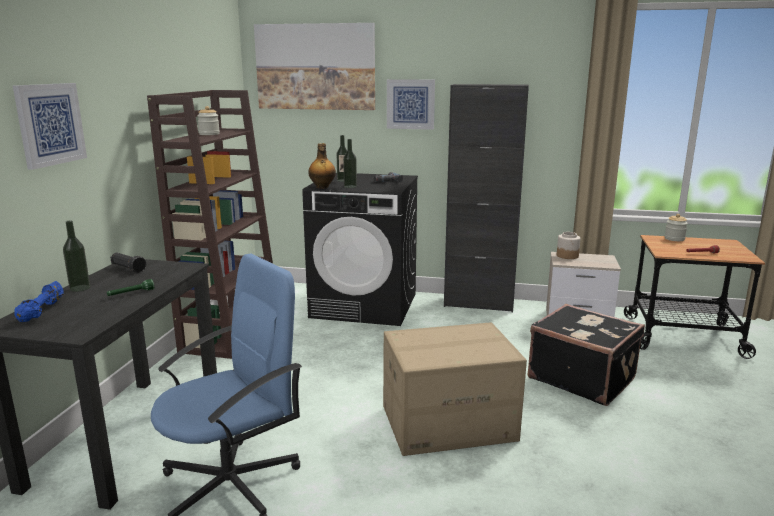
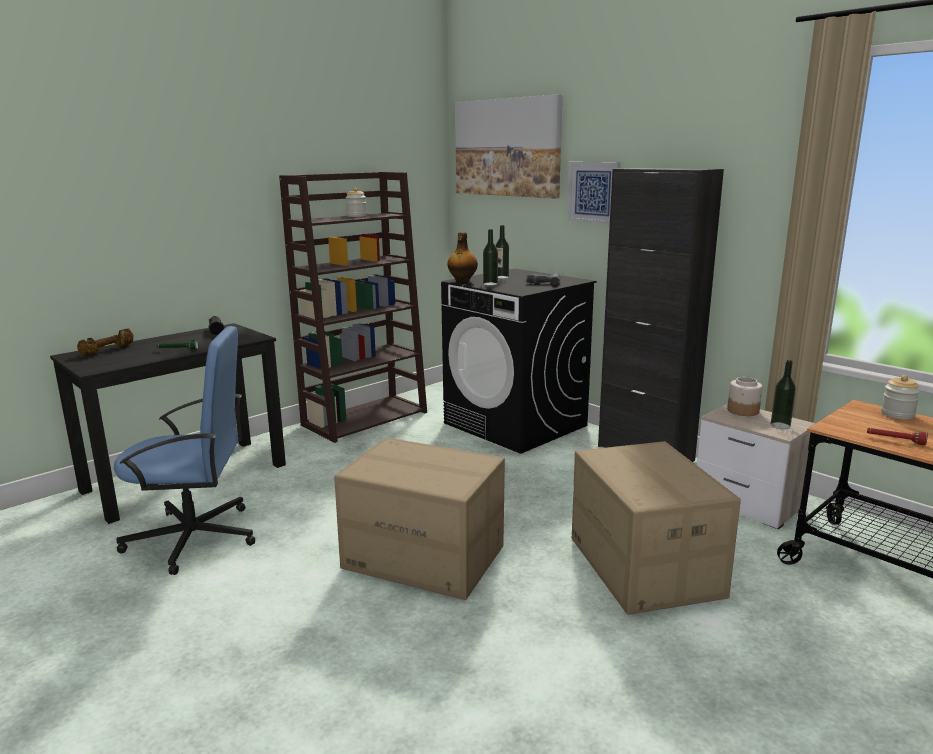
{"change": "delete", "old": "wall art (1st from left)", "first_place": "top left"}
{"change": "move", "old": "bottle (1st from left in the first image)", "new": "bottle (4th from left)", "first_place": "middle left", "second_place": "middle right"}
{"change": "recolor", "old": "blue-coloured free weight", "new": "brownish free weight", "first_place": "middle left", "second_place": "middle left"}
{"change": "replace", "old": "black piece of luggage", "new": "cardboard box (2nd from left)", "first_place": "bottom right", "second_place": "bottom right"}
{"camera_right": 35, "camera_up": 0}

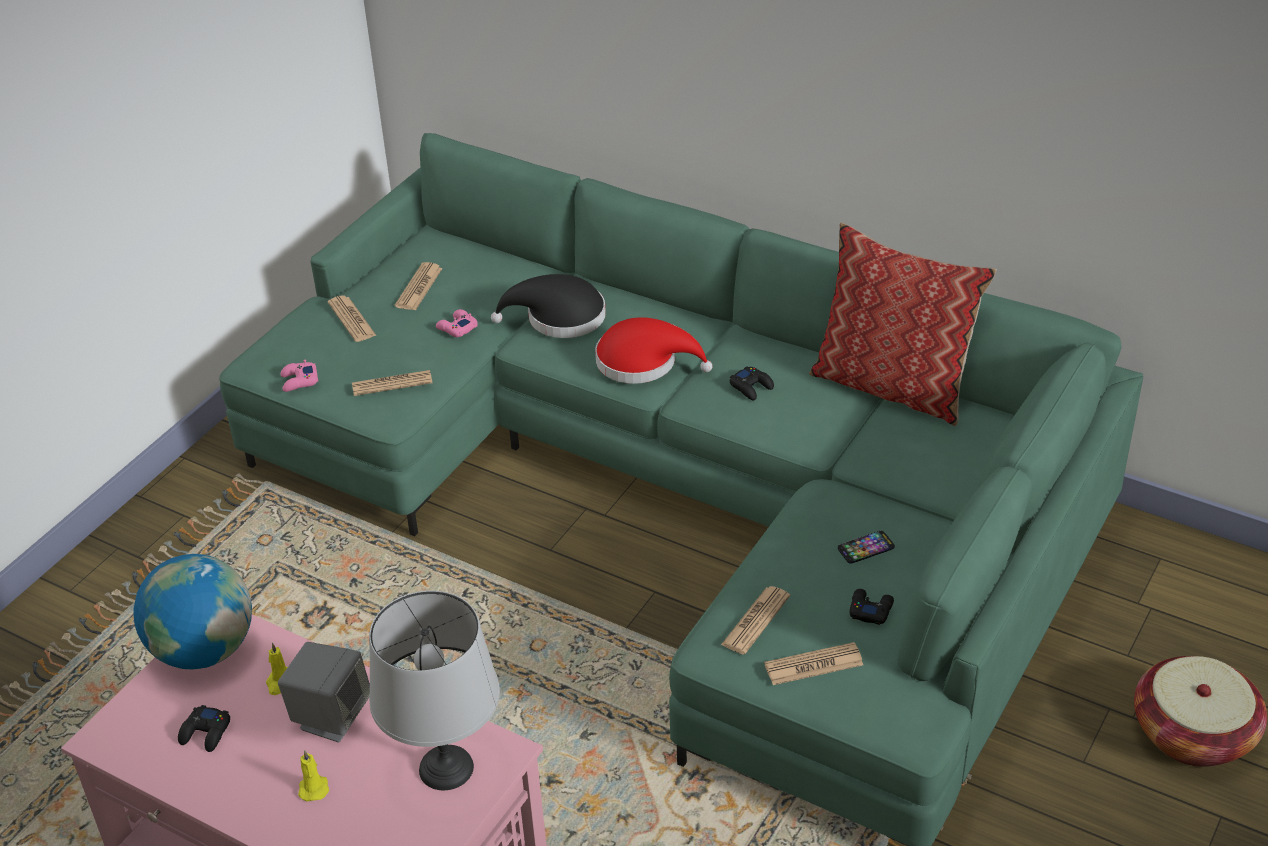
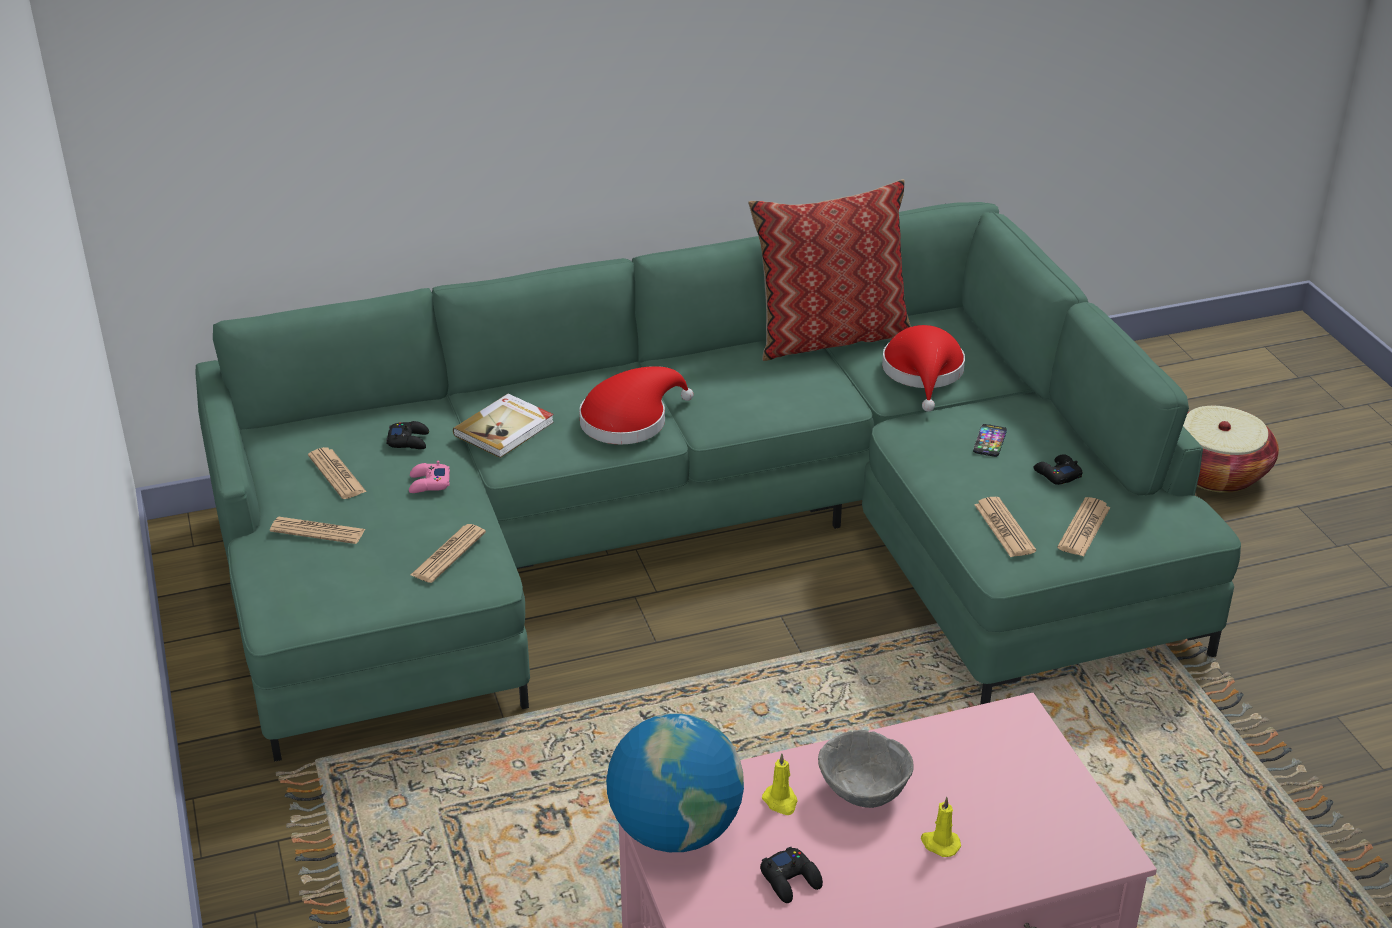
{"change": "replace", "old": "black wearable hat", "new": "book", "first_place": "centre", "second_place": "centre"}
{"change": "delete", "old": "pink game controller (1st from left)", "first_place": "middle left"}
{"change": "move", "old": "black game controller (2nd from left in the first image)", "new": "black game controller (1st from left)", "first_place": "centre", "second_place": "middle left"}
{"change": "delete", "old": "greyish tabletop lamp", "first_place": "bottom centre"}
{"change": "replace", "old": "greyish loudspeaker", "new": "greyish deep dish", "first_place": "bottom left", "second_place": "bottom centre"}
{"change": "insert", "new": "red wearable hat (2nd from left)", "second_place": "centre"}
{"camera_right": -50, "camera_up": -5}

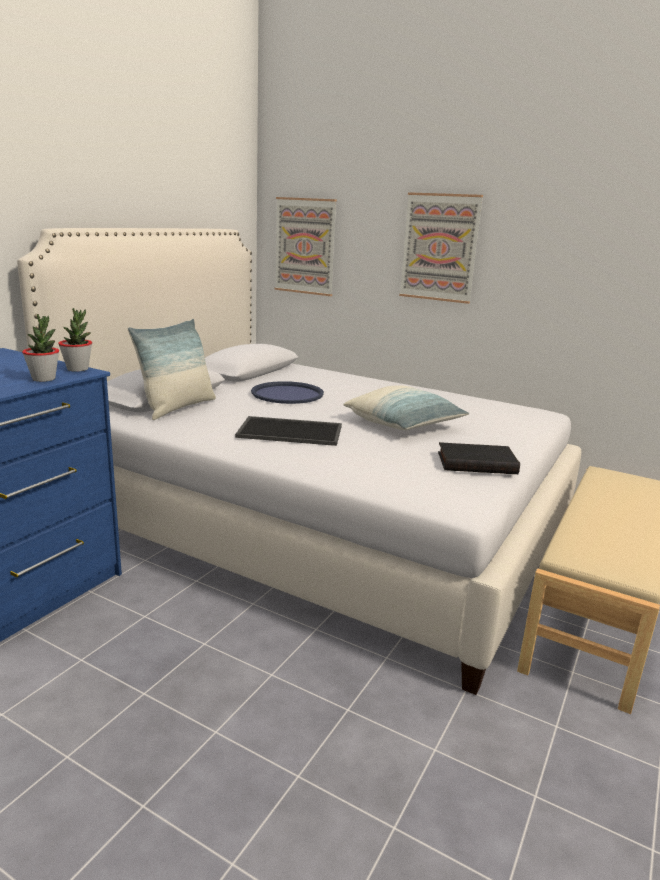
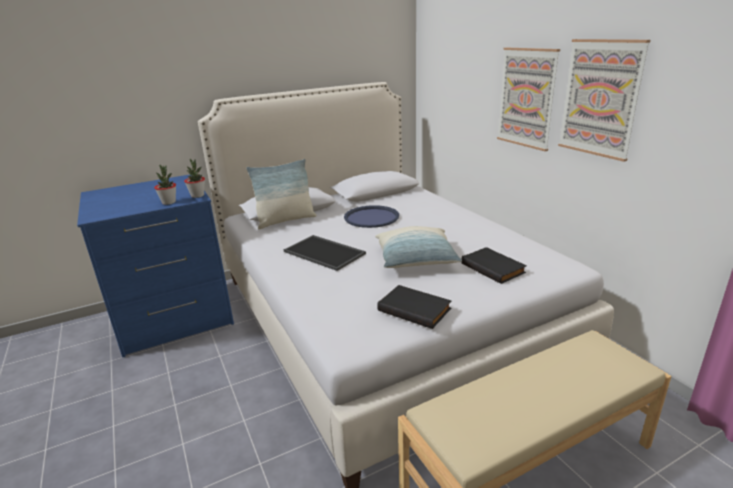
{"change": "move", "old": "wall art (1st from left in the first image)", "new": "wall art (2nd from left)", "first_place": "top centre", "second_place": "top right"}
{"change": "insert", "new": "black book (2nd from left)", "second_place": "middle right"}
{"camera_right": 35, "camera_up": 5}

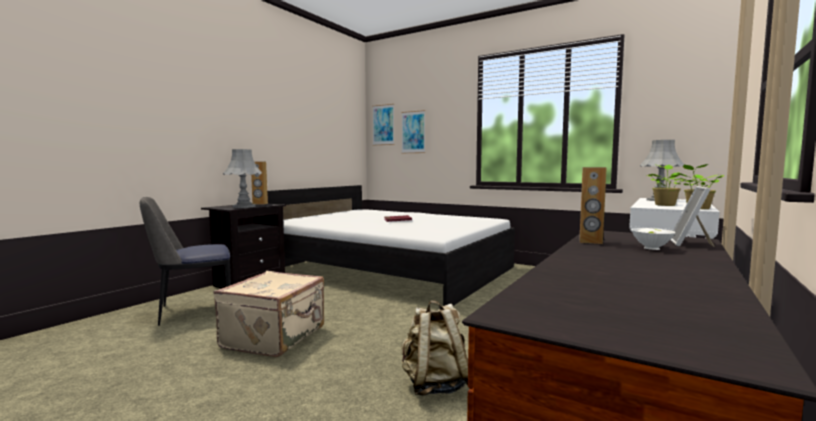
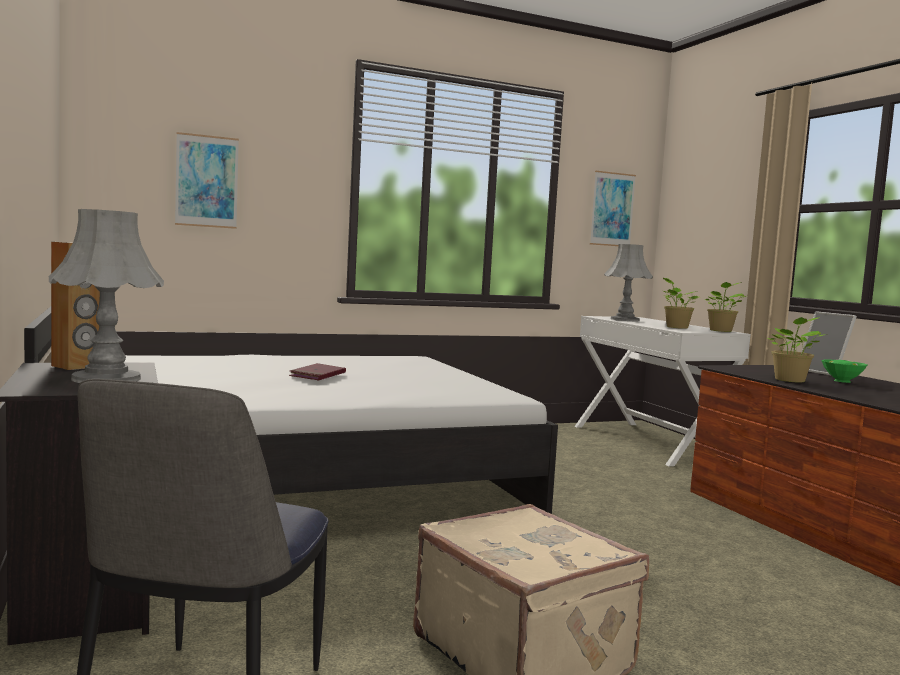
{"change": "move", "old": "wall art (1st from left in the first image)", "new": "wall art (2nd from left)", "first_place": "top centre", "second_place": "top right"}
{"change": "replace", "old": "brownish loudspeaker (2nd from left)", "new": "houseplant (3rd from left)", "first_place": "middle right", "second_place": "middle right"}
{"change": "recolor", "old": "whitish deep dish", "new": "greenish deep dish", "first_place": "middle right", "second_place": "middle right"}
{"change": "delete", "old": "sand-coloured knapsack", "first_place": "bottom centre"}
{"camera_right": -55, "camera_up": 0}

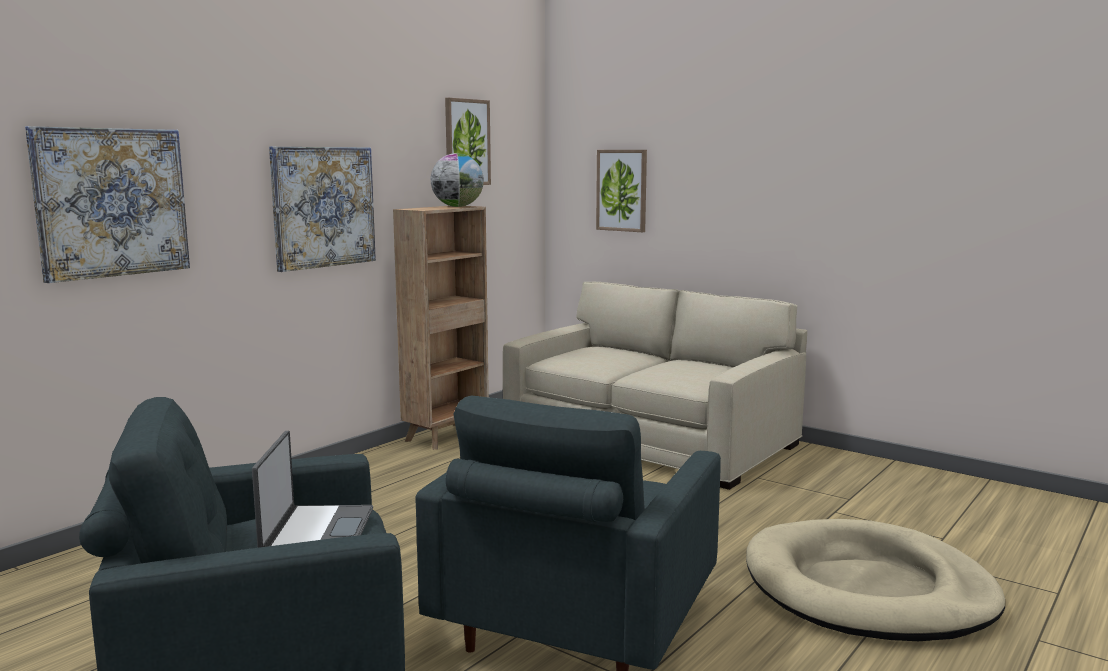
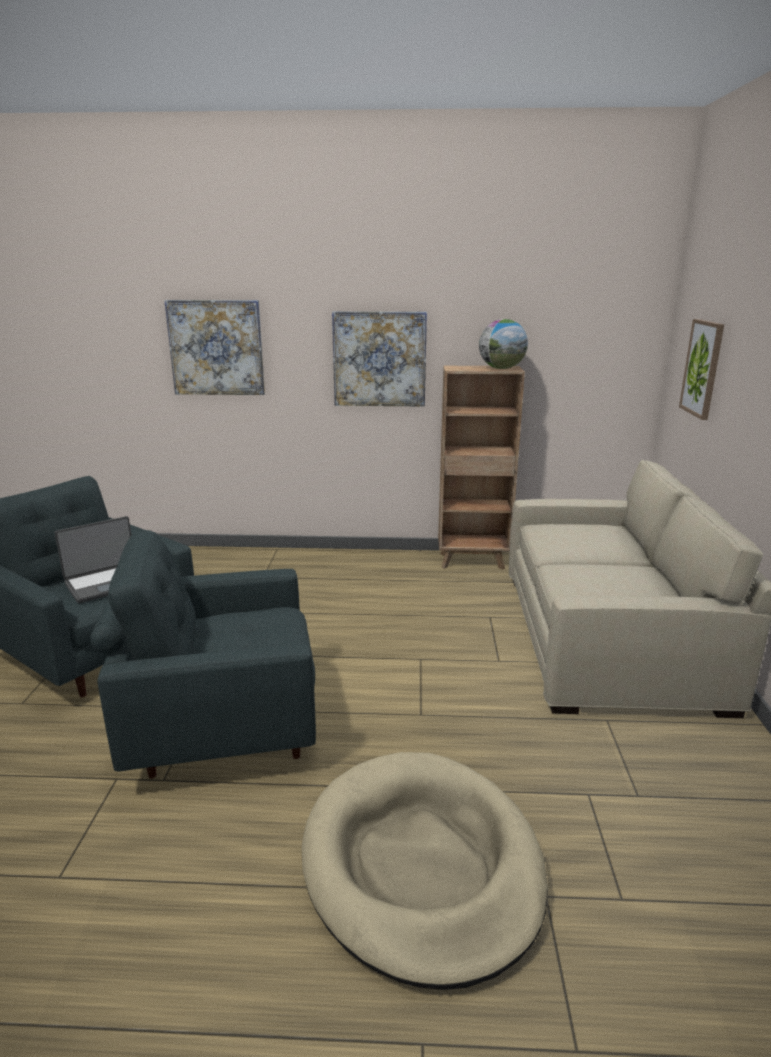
{"change": "delete", "old": "wall art (3rd from left)", "first_place": "top centre"}
{"camera_right": 55, "camera_up": 10}

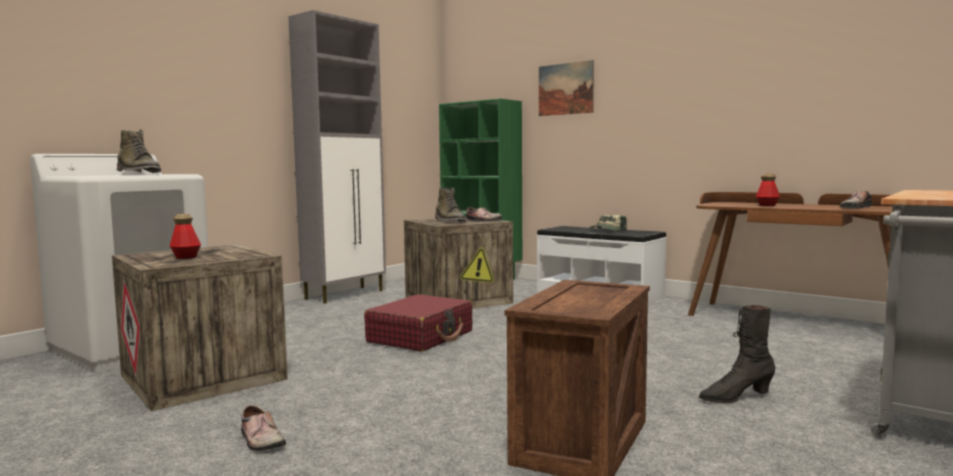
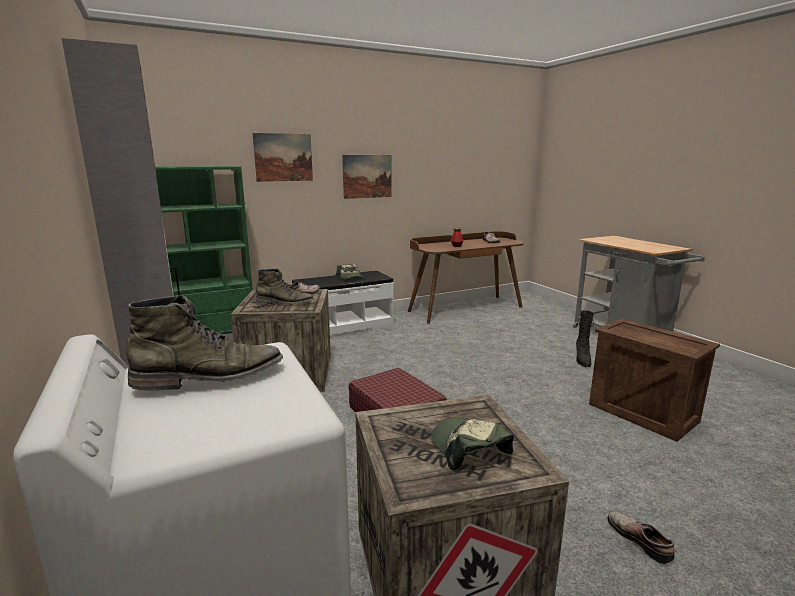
{"change": "replace", "old": "bottle (1st from left)", "new": "cap (2nd from left)", "first_place": "middle left", "second_place": "bottom centre"}
{"change": "rotate", "old": "shoe (1st from left in the first image)", "first_place": "bottom left", "second_place": "bottom right", "degrees": -105}
{"change": "insert", "new": "wall art (2nd from left)", "second_place": "top centre"}
{"camera_right": -65, "camera_up": 10}

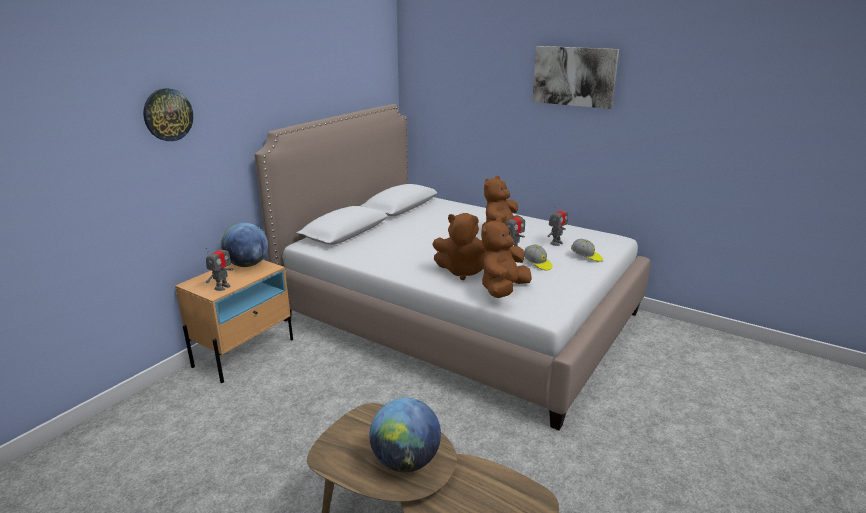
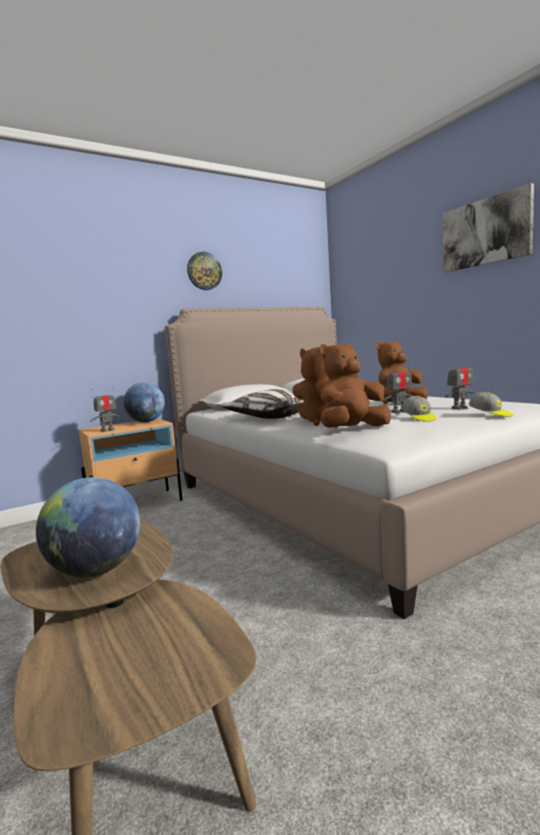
{"change": "move", "old": "wall clock", "first_place": "top left", "second_place": "top centre"}
{"change": "insert", "new": "pillow", "second_place": "centre"}
{"camera_right": 25, "camera_up": -15}

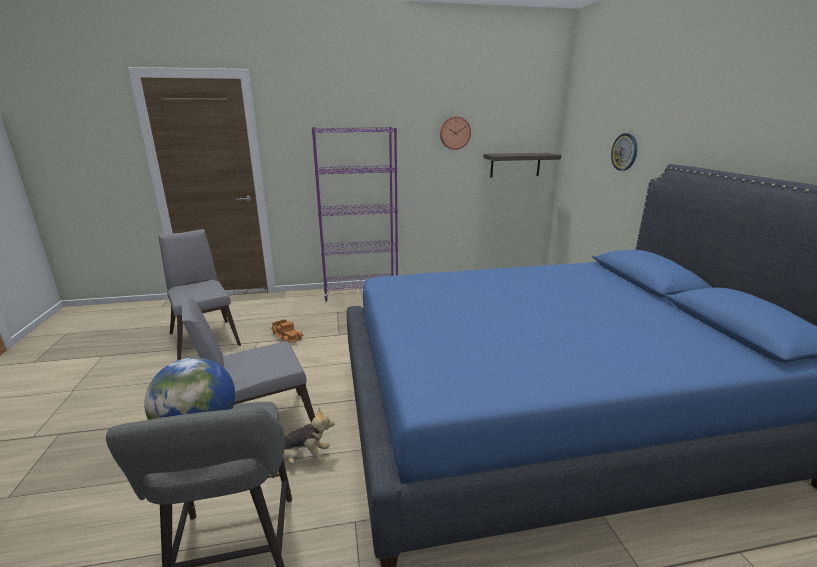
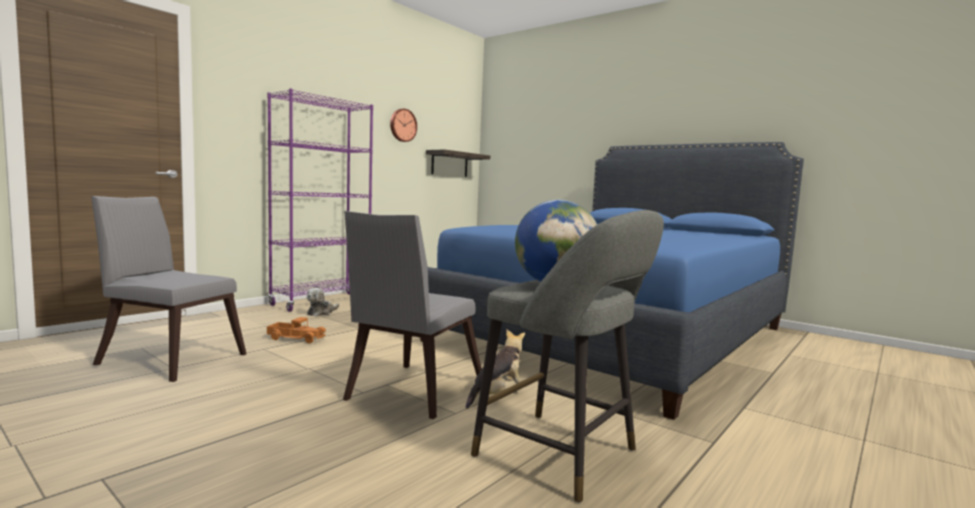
{"change": "delete", "old": "wall clock (2nd from left)", "first_place": "top right"}
{"change": "insert", "new": "cuddly toy (1st from left)", "second_place": "middle left"}
{"camera_right": -40, "camera_up": -15}

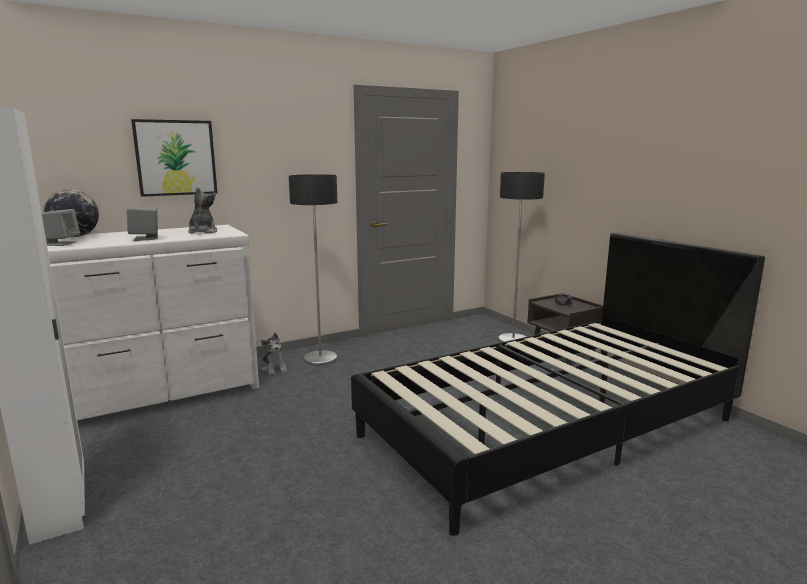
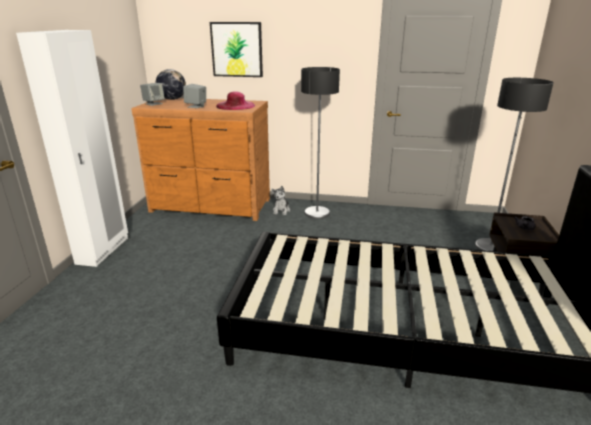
{"change": "replace", "old": "cuddly toy (1st from left)", "new": "pink wearable hat", "first_place": "middle left", "second_place": "top centre"}
{"change": "recolor", "old": "whitish dresser", "new": "brownish dresser", "first_place": "middle left", "second_place": "centre"}
{"camera_right": 40, "camera_up": 10}

